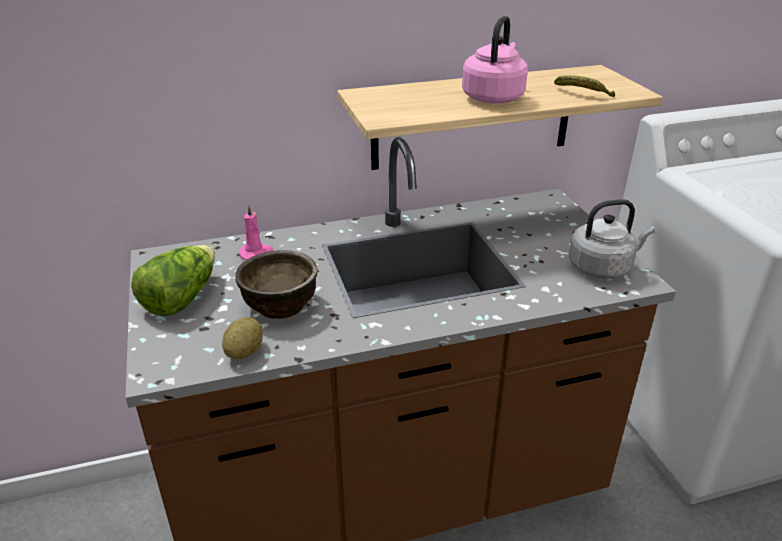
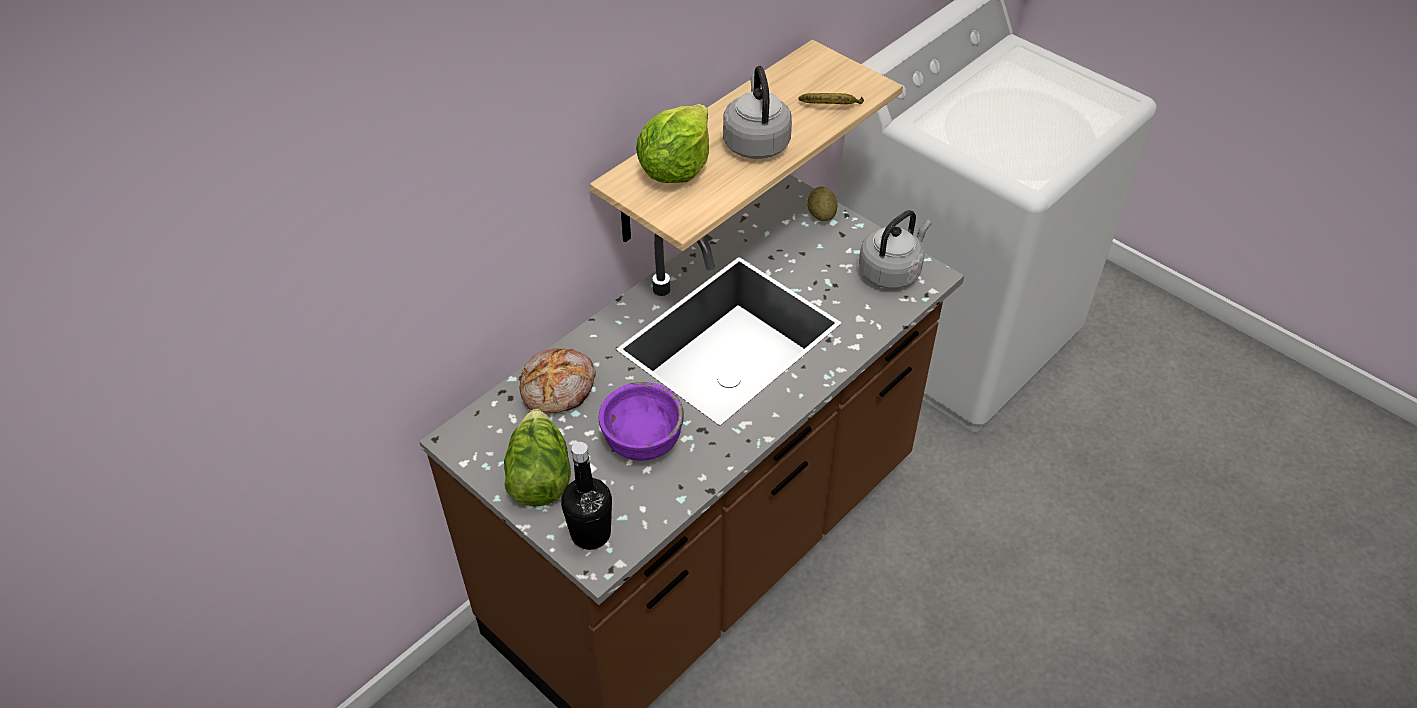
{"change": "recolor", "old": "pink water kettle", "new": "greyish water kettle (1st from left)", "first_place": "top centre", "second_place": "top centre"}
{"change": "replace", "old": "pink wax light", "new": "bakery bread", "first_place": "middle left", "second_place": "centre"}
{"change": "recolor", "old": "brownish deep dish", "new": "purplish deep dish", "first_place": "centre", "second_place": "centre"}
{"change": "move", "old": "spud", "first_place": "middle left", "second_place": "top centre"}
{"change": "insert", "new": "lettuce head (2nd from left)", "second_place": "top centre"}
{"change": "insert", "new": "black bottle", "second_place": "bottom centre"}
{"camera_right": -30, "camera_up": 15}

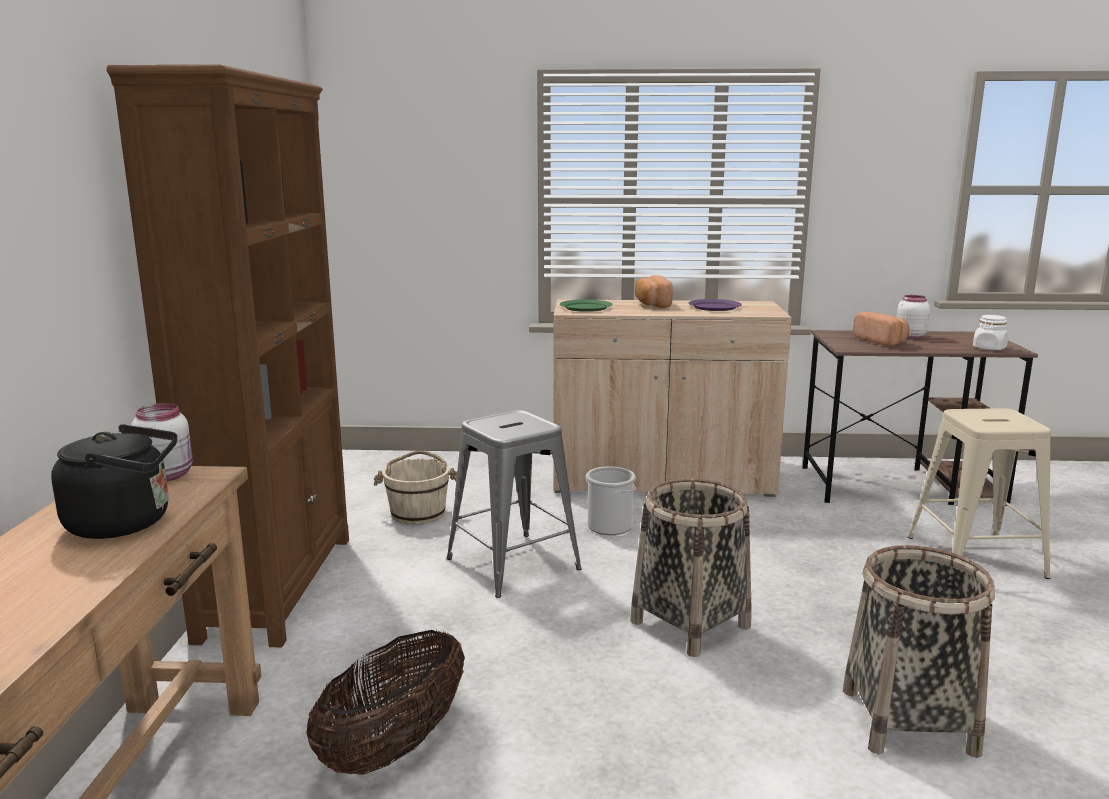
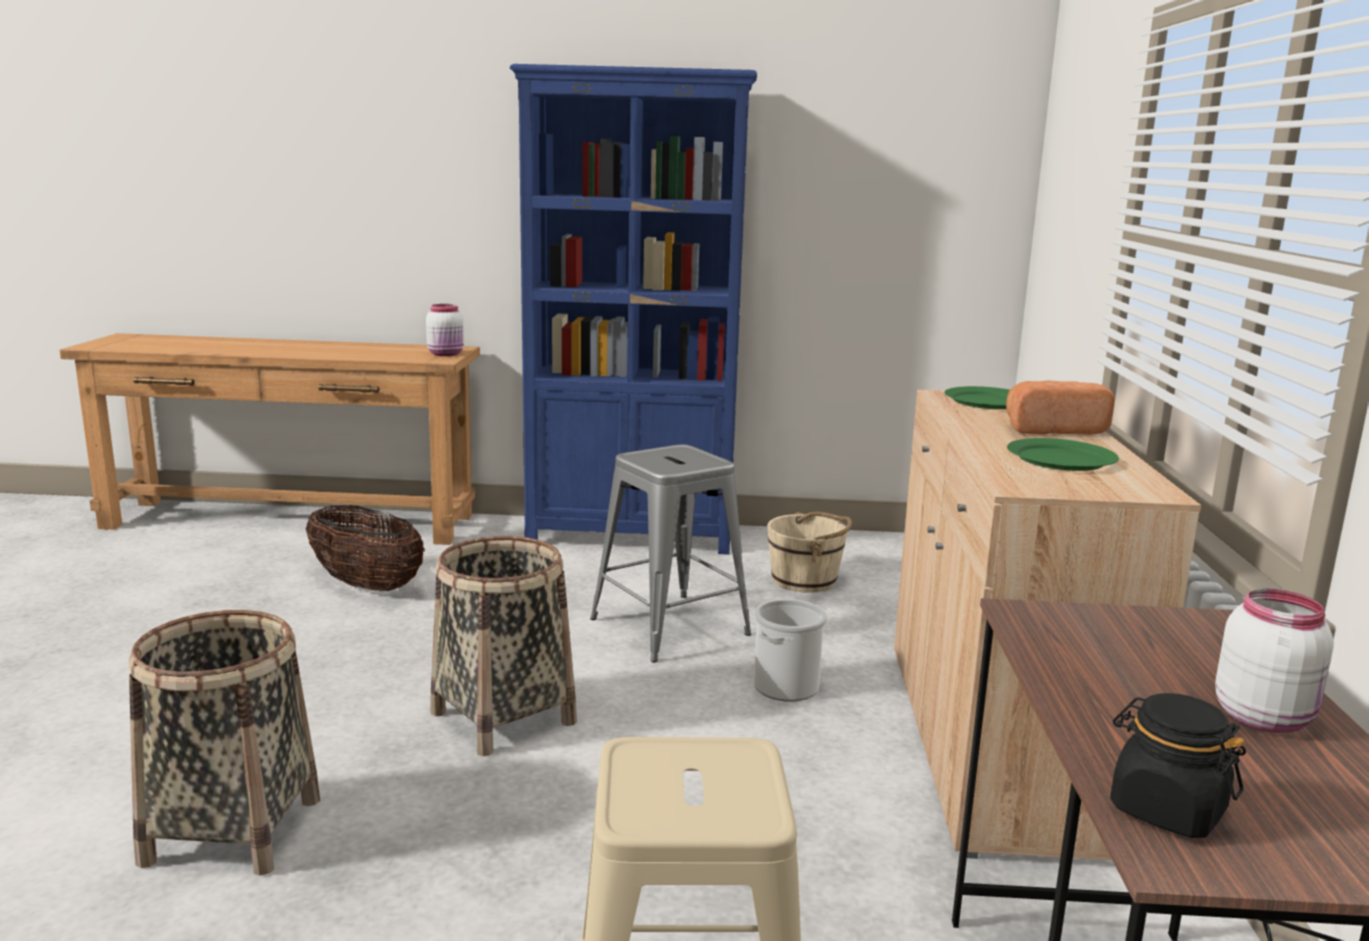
{"change": "recolor", "old": "brownish bookcase", "new": "blue-coloured bookcase", "first_place": "middle left", "second_place": "top centre"}
{"change": "recolor", "old": "purplish dinner plate", "new": "greenish dinner plate (2nd from left)", "first_place": "centre", "second_place": "middle right"}
{"change": "delete", "old": "bakery bread (2nd from left)", "first_place": "middle right"}
{"change": "recolor", "old": "whitish preserve jar (3rd from left)", "new": "black preserve jar", "first_place": "middle right", "second_place": "bottom right"}
{"change": "delete", "old": "black water kettle", "first_place": "middle left"}
{"camera_right": 90, "camera_up": 0}

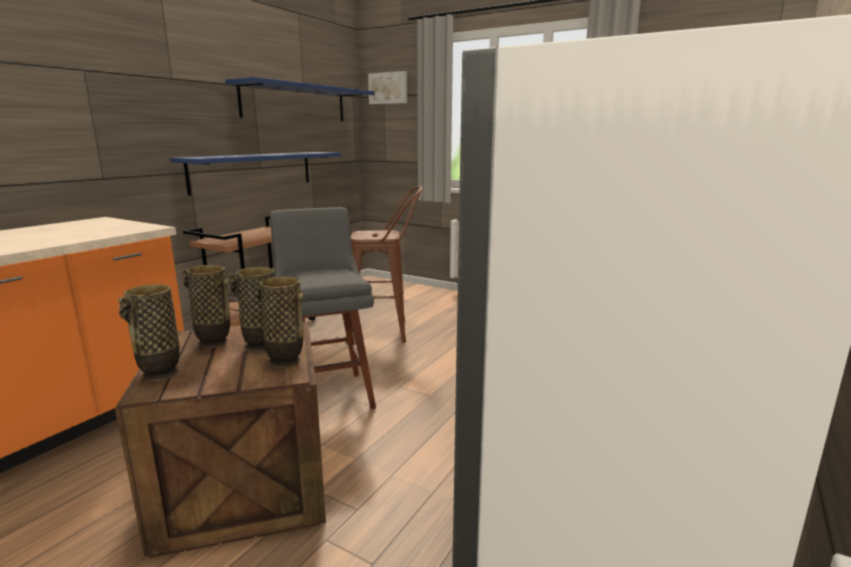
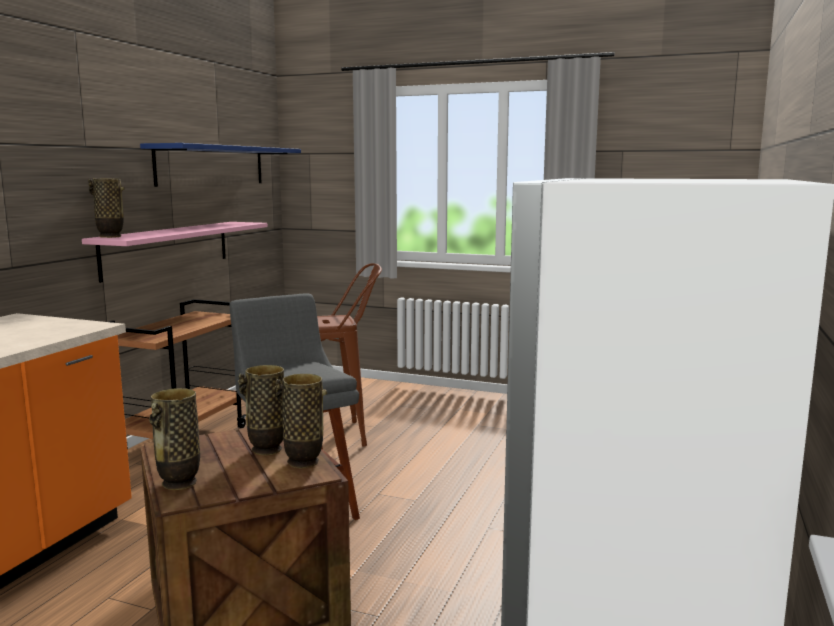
{"change": "delete", "old": "wall art", "first_place": "top centre"}
{"change": "recolor", "old": "blue-coloured bracket shelf (1st from left)", "new": "pink bracket shelf", "first_place": "top left", "second_place": "middle left"}
{"change": "move", "old": "flower vase (2nd from left in the first image)", "new": "flower vase (1st from left)", "first_place": "middle left", "second_place": "top left"}
{"camera_right": -10, "camera_up": -5}

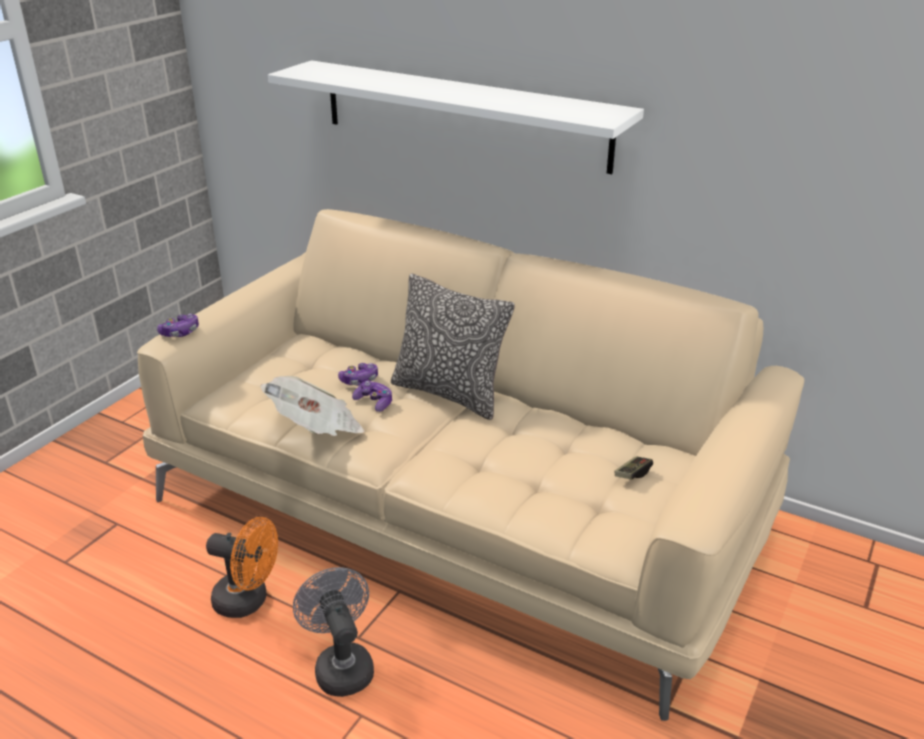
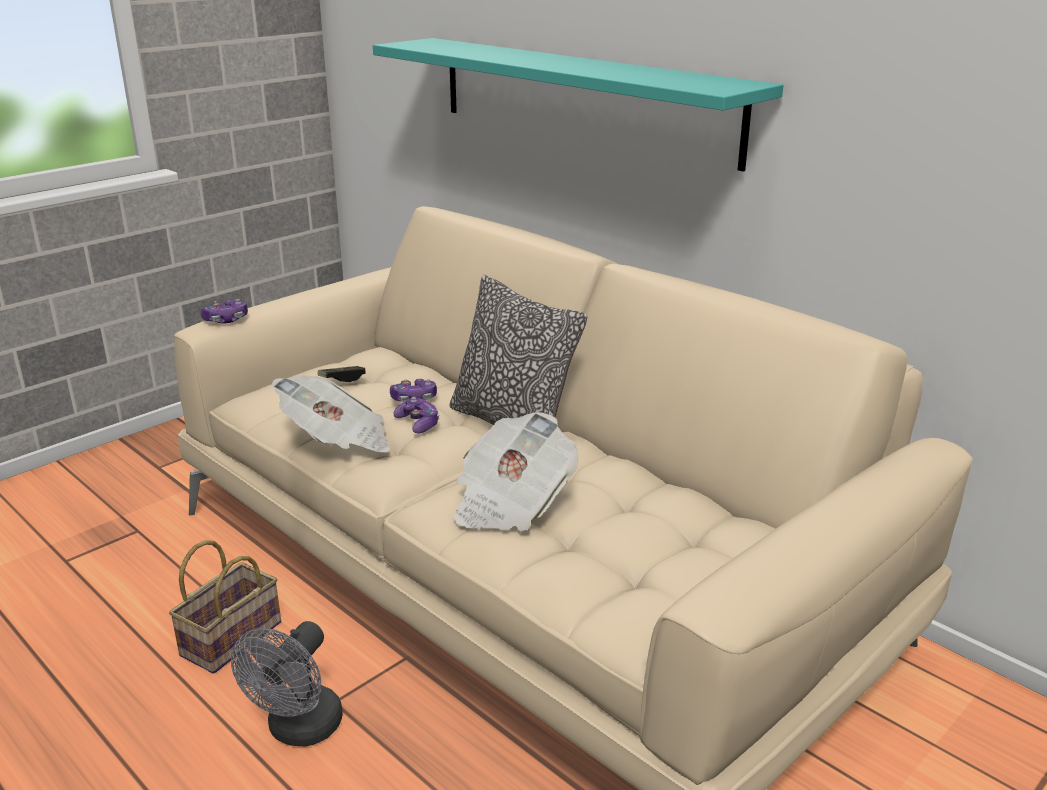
{"change": "recolor", "old": "whitish bracket shelf", "new": "turquoise-coloured bracket shelf", "first_place": "top centre", "second_place": "top centre"}
{"change": "move", "old": "game controller (4th from left in the first image)", "new": "game controller (2nd from left)", "first_place": "middle right", "second_place": "middle left"}
{"change": "replace", "old": "orangey cooling fan", "new": "household basket", "first_place": "bottom left", "second_place": "bottom left"}
{"change": "rotate", "old": "greyish cooling fan", "first_place": "bottom centre", "second_place": "bottom left", "degrees": -150}
{"change": "insert", "new": "newspaper (2nd from left)", "second_place": "centre"}
{"camera_right": 15, "camera_up": -5}

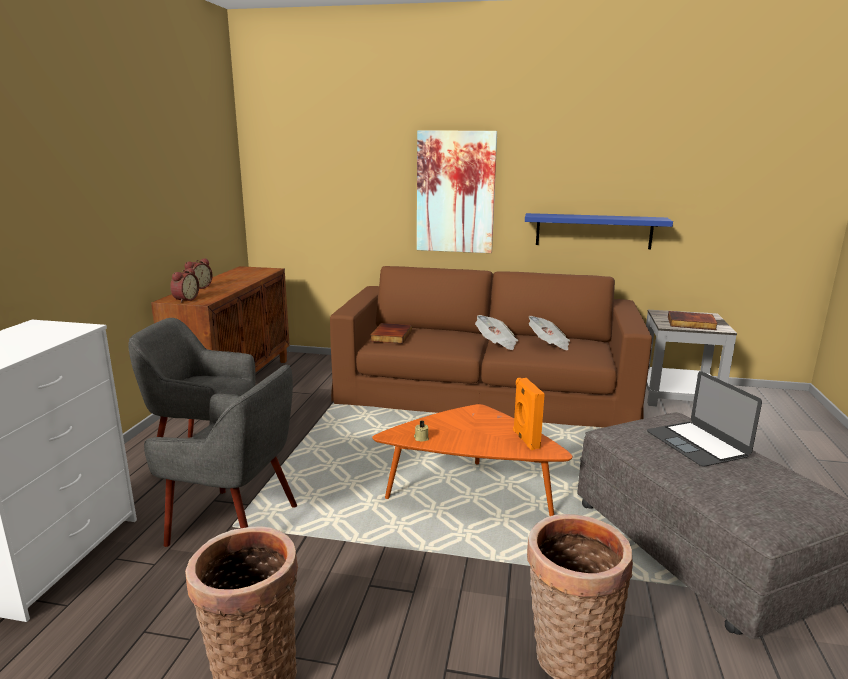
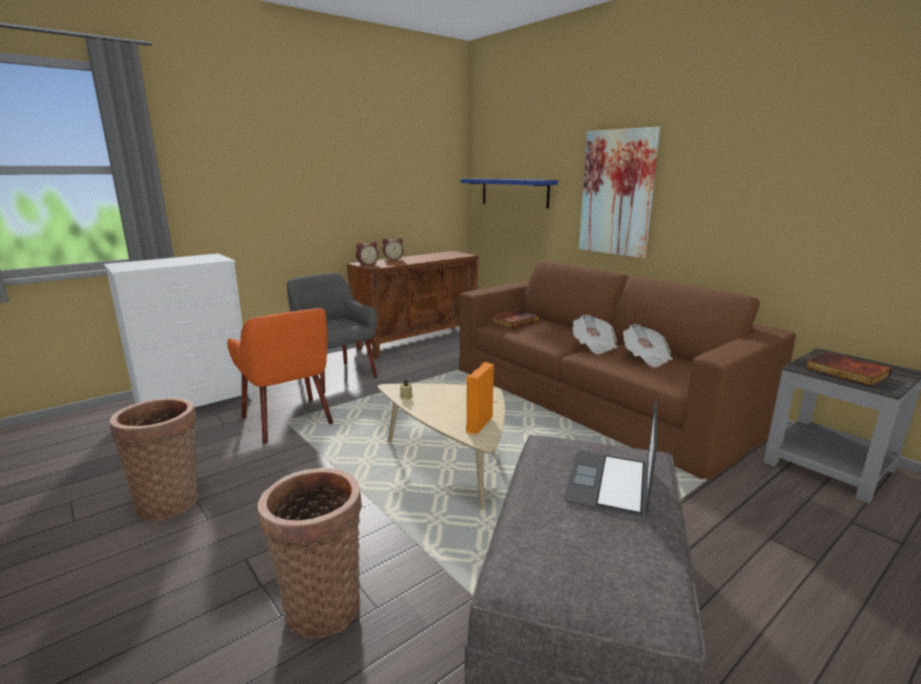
{"change": "move", "old": "blue-coloured bracket shelf", "first_place": "middle right", "second_place": "top centre"}
{"change": "recolor", "old": "greyish lounge chair (2nd from left)", "new": "orangey lounge chair", "first_place": "bottom left", "second_place": "middle left"}
{"change": "recolor", "old": "orangey lounge table", "new": "sand-coloured lounge table", "first_place": "bottom centre", "second_place": "centre"}
{"camera_right": 40, "camera_up": 0}

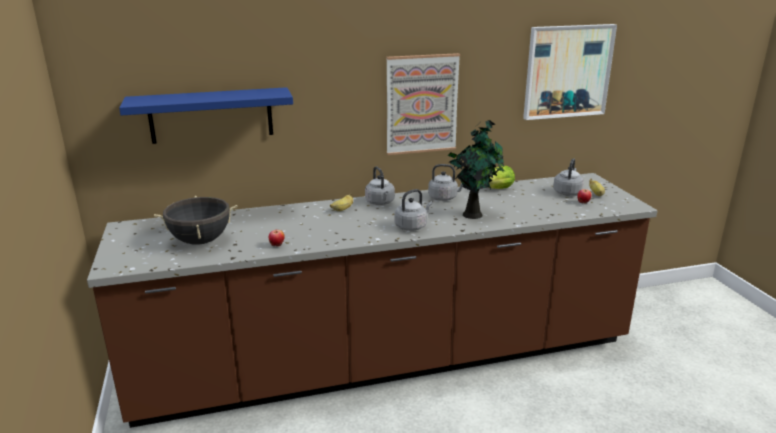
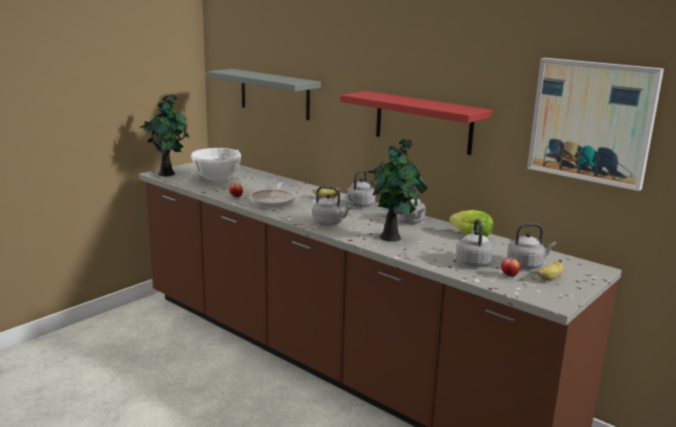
{"change": "replace", "old": "wall art (1st from left)", "new": "red bracket shelf", "first_place": "top centre", "second_place": "top centre"}
{"change": "recolor", "old": "blue-coloured bracket shelf", "new": "greyish bracket shelf", "first_place": "top left", "second_place": "top centre"}
{"change": "recolor", "old": "black stockpot", "new": "whitish stockpot", "first_place": "middle left", "second_place": "middle left"}
{"change": "insert", "new": "houseplant (1st from left)", "second_place": "top left"}
{"change": "insert", "new": "frying pan", "second_place": "centre"}
{"change": "insert", "new": "greyish water kettle (4th from left)", "second_place": "middle right"}
{"camera_right": 55, "camera_up": -5}

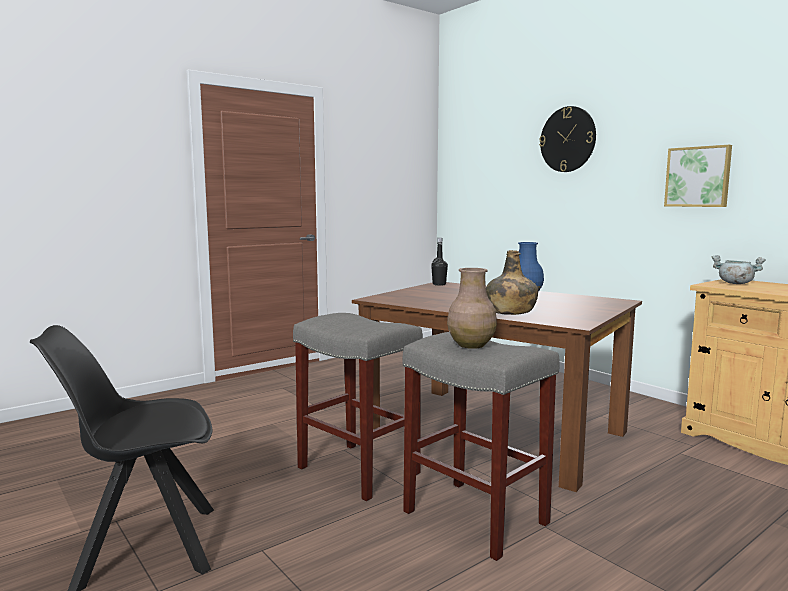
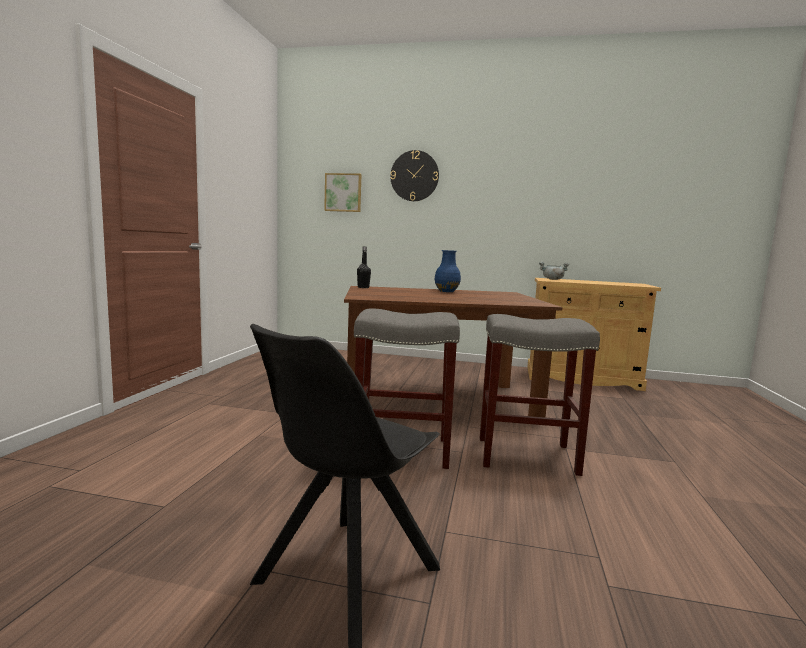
{"change": "move", "old": "wall art", "first_place": "top right", "second_place": "top centre"}
{"change": "delete", "old": "greenish bottle", "first_place": "centre"}
{"change": "delete", "old": "brownish flower vase", "first_place": "centre"}
{"camera_right": -40, "camera_up": 0}

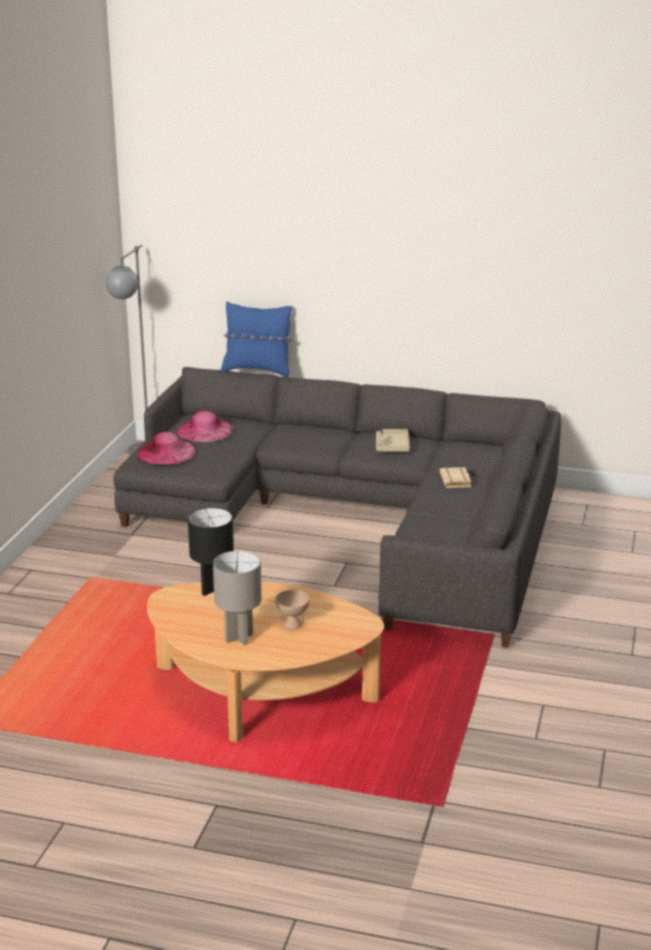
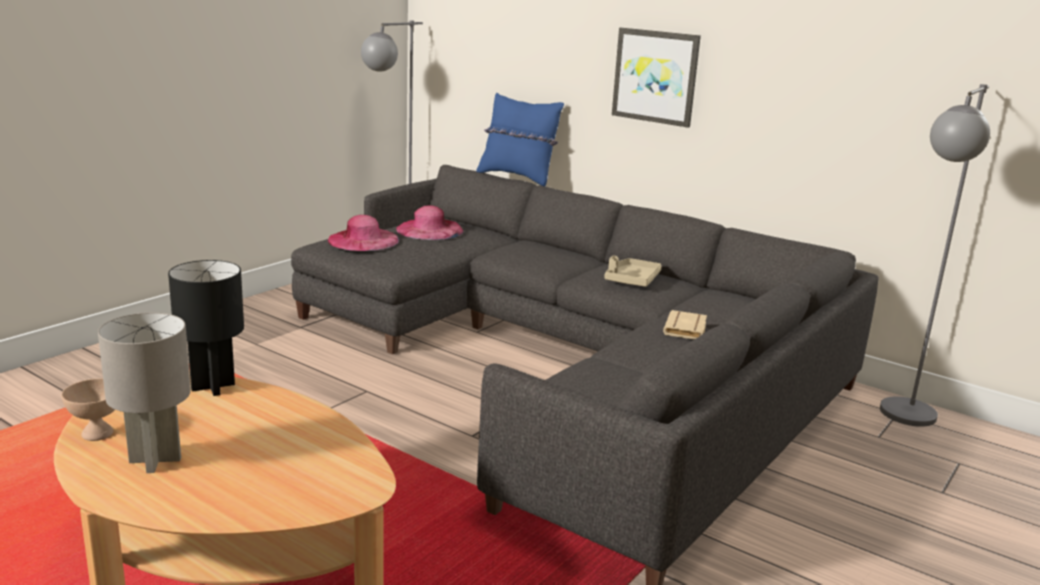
{"change": "move", "old": "sand-coloured deep dish", "first_place": "centre", "second_place": "bottom left"}
{"change": "insert", "new": "wall art", "second_place": "top centre"}
{"change": "insert", "new": "greyish floor lamp (2nd from left)", "second_place": "middle right"}
{"camera_right": 20, "camera_up": -5}

